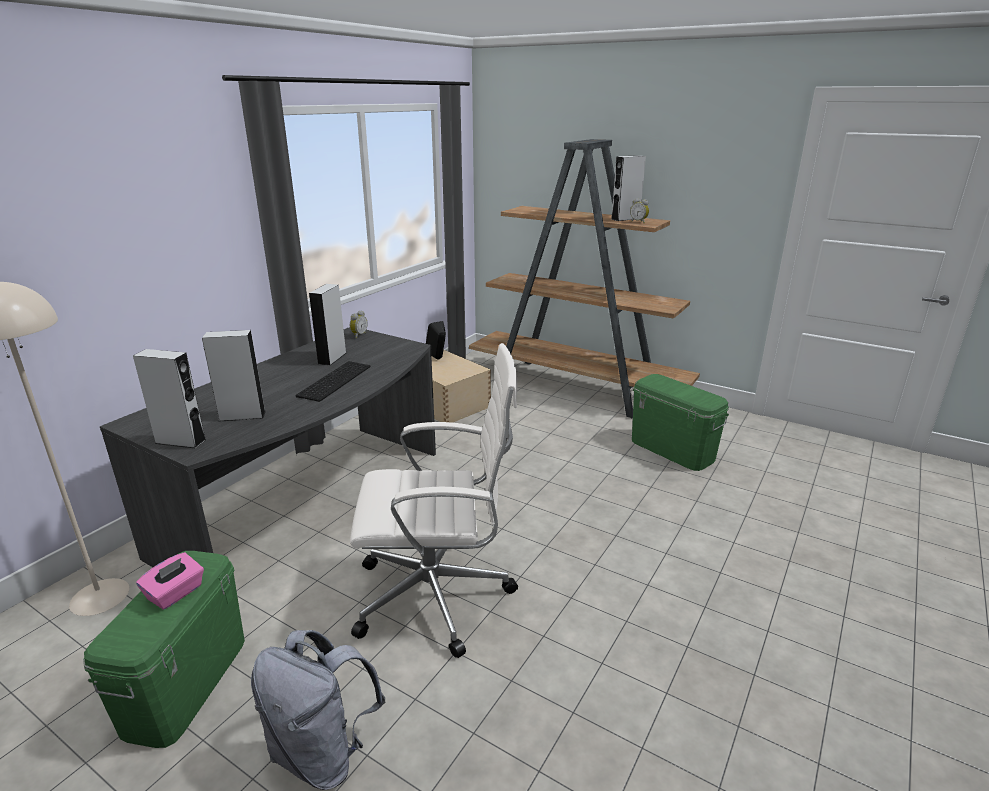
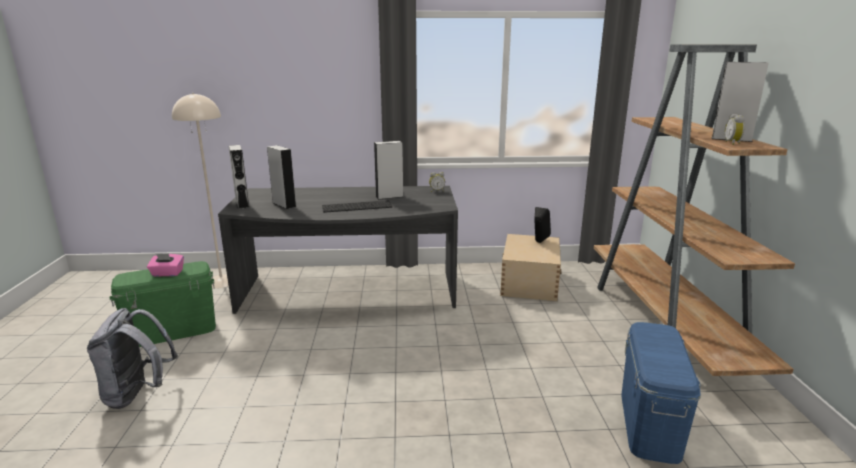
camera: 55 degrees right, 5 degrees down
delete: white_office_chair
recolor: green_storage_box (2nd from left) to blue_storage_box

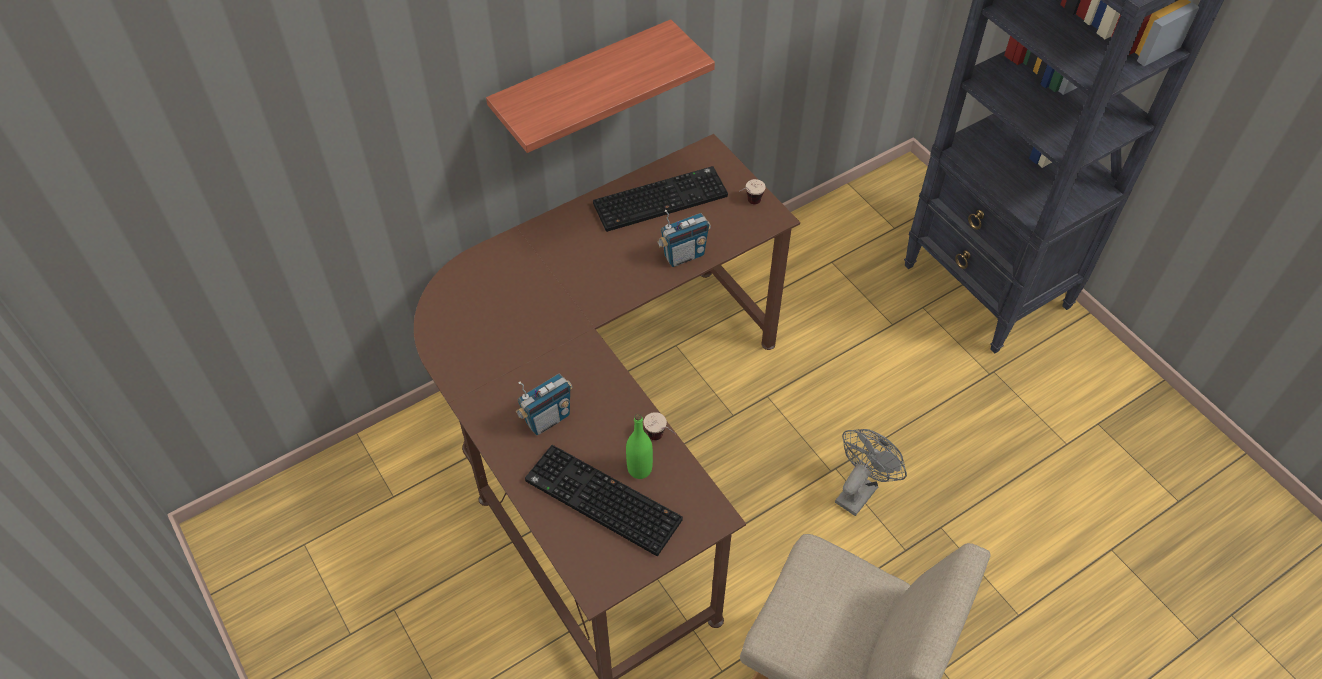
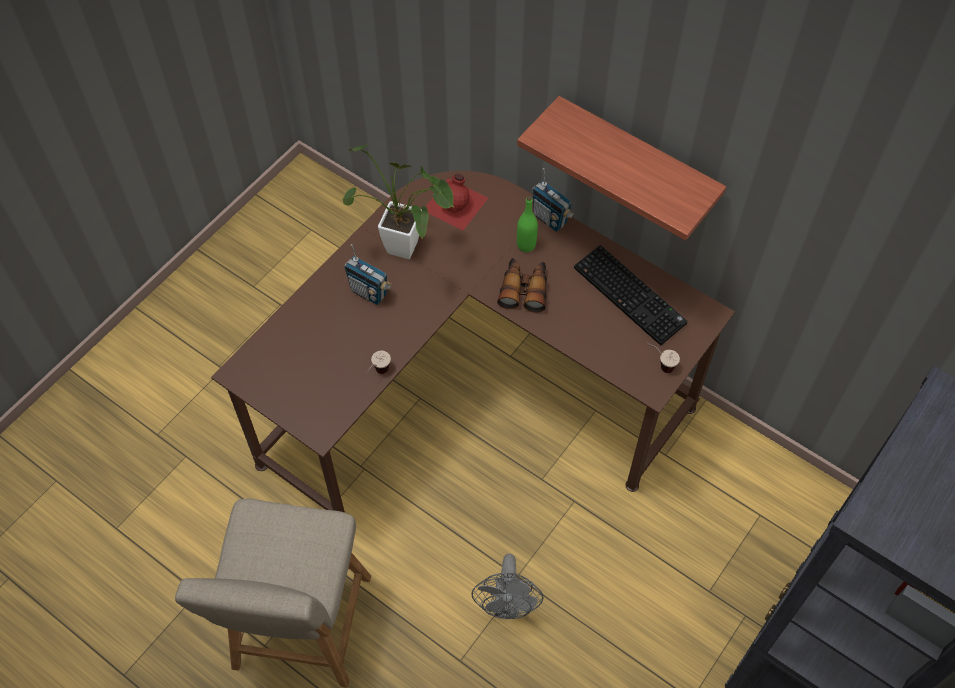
camera: 70 degrees right, 5 degrees up
delete: keyboard (1st from left)
insert: potted_plant; red_bottle; binoculars
move: green_bottle; radio (2nd from left)
rotate: grey_fan 75 degrees clockwise

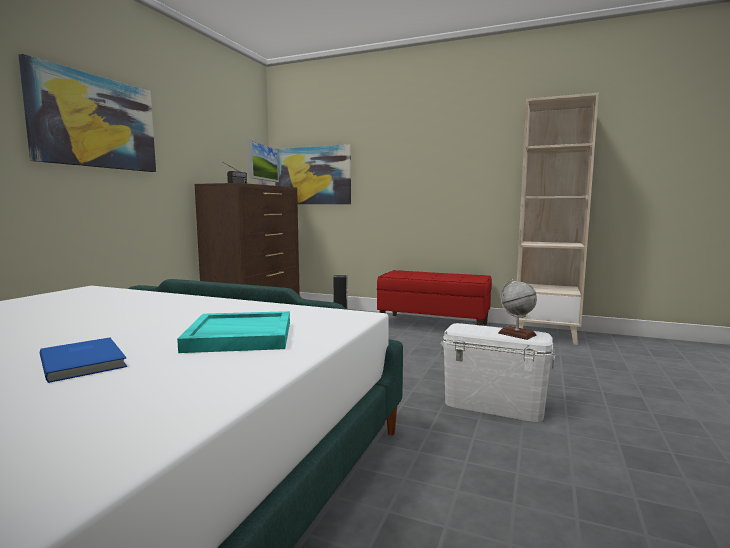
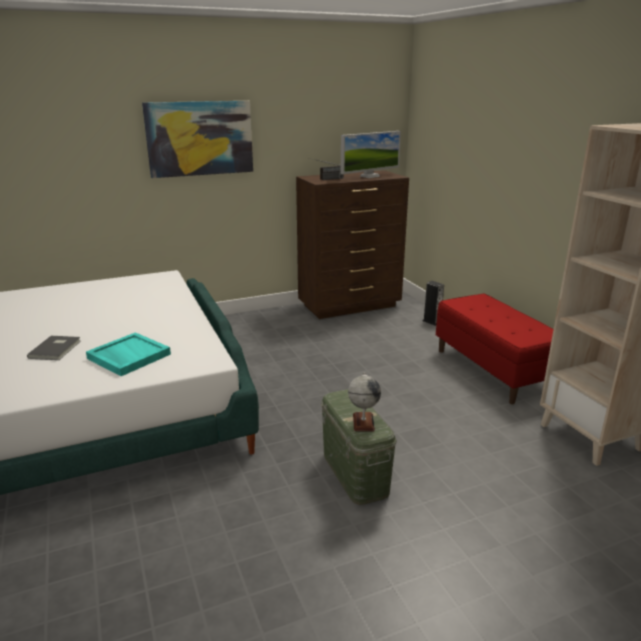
camera: 45 degrees right, 15 degrees up
delete: picture (2nd from left)
recolor: blue_book to grey_book; white_storage_box to green_storage_box

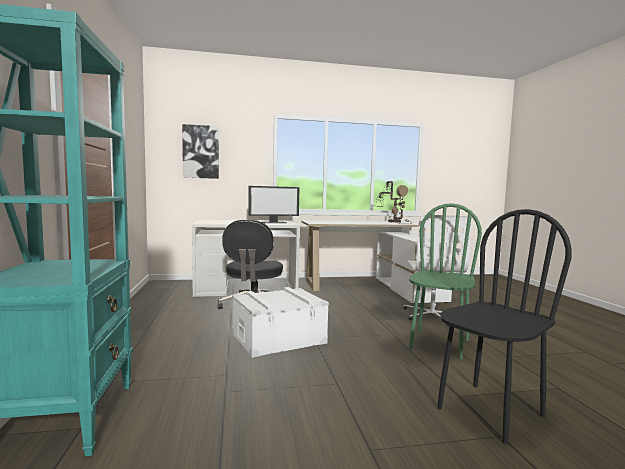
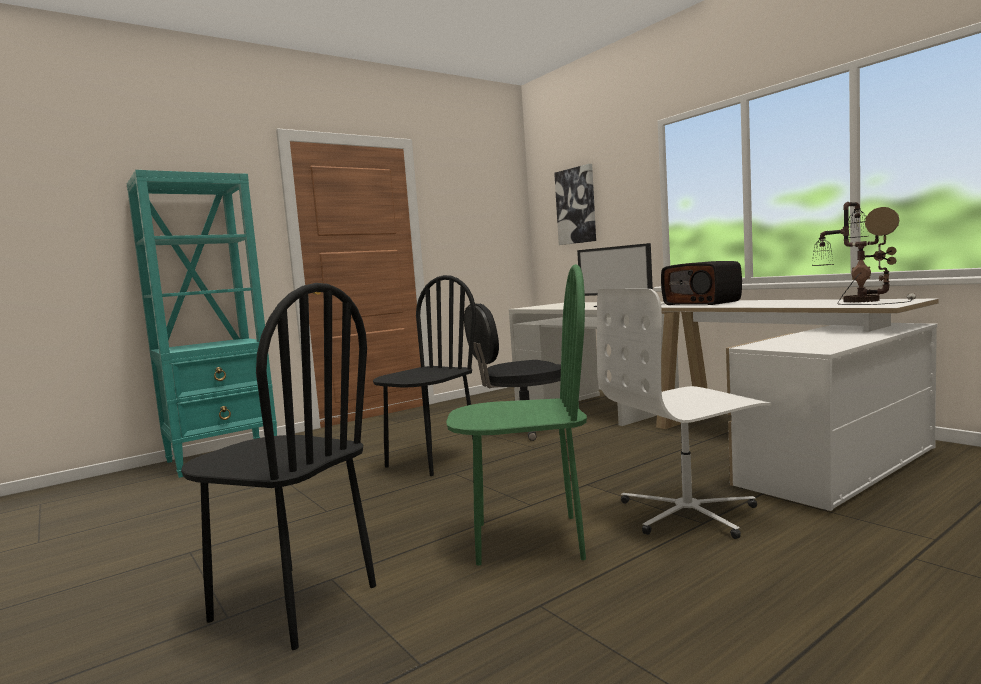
camera: 65 degrees right, 0 degrees up
insert: radio
replace: white_storage_box to black_chair (2nd from left)

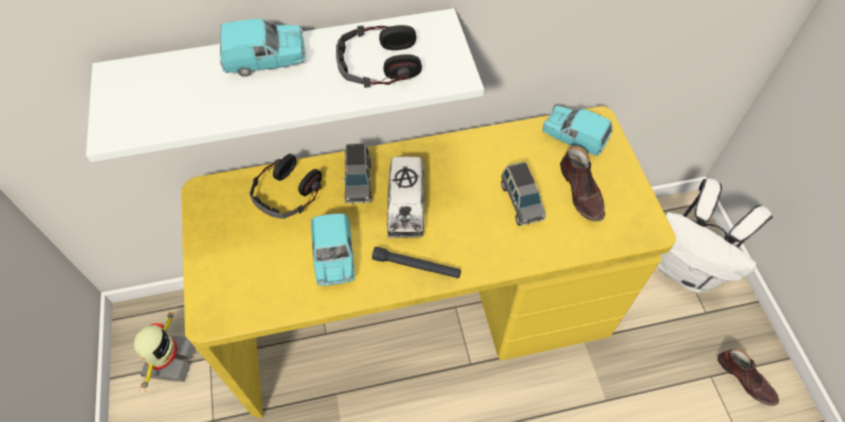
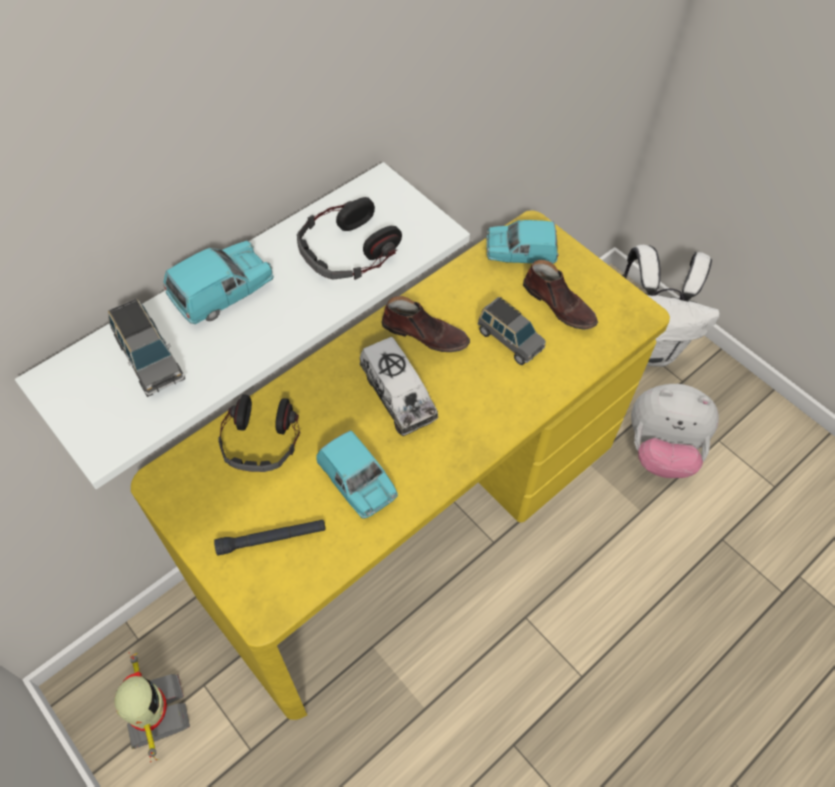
camera: 30 degrees left, 0 degrees up
insert: plush_toy
move: grey_toy_car (1st from left); black_flashlight; brown_shoe (2nd from left in the first image) to brown_shoe (1st from left)

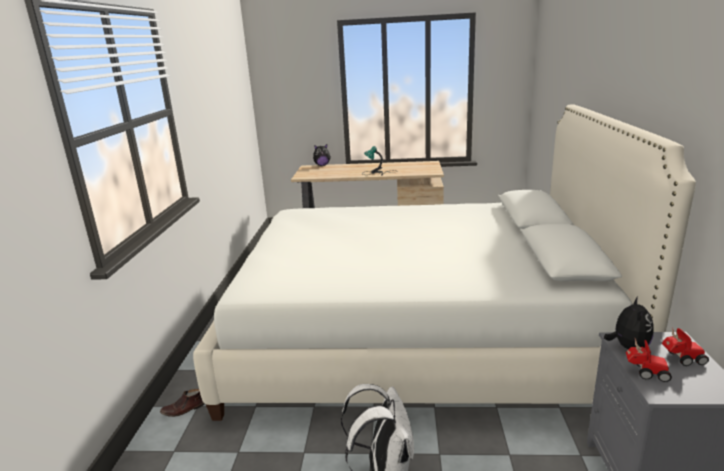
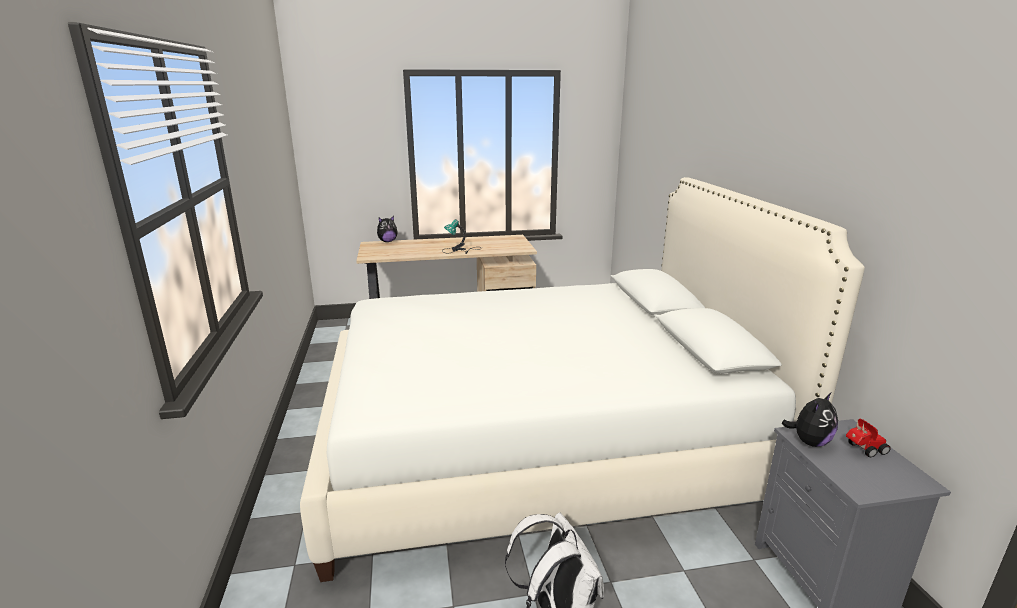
camera: 15 degrees left, 0 degrees up
delete: brown_shoe; toy_car (1st from left)
rotate: plush_toy (2nd from left) 45 degrees clockwise

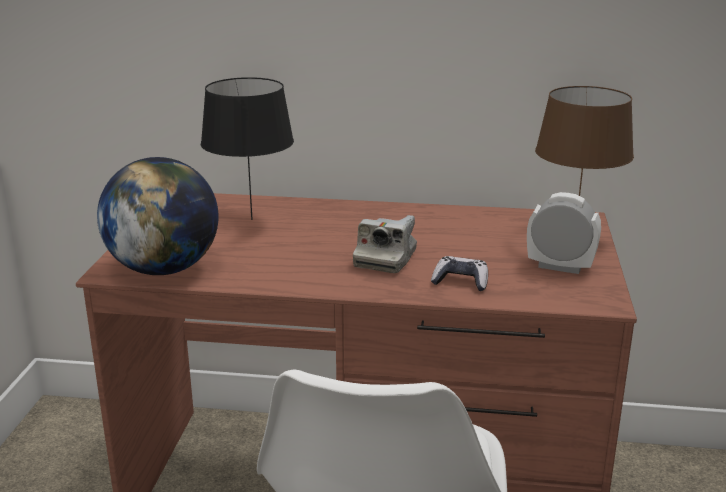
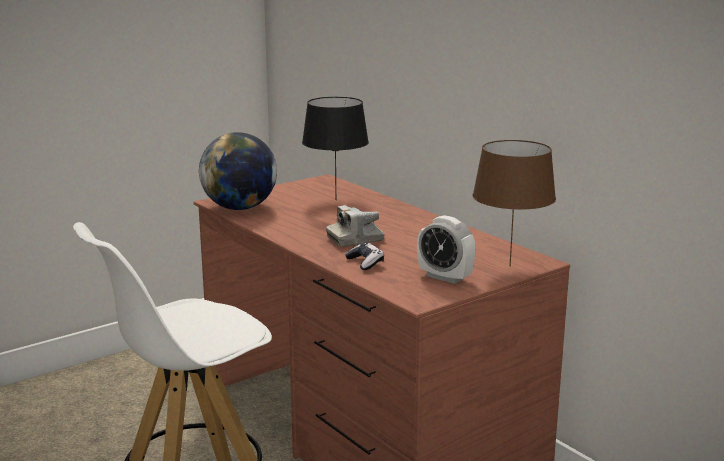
camera: 45 degrees right, 5 degrees down
rotate: alarm_clock 150 degrees clockwise

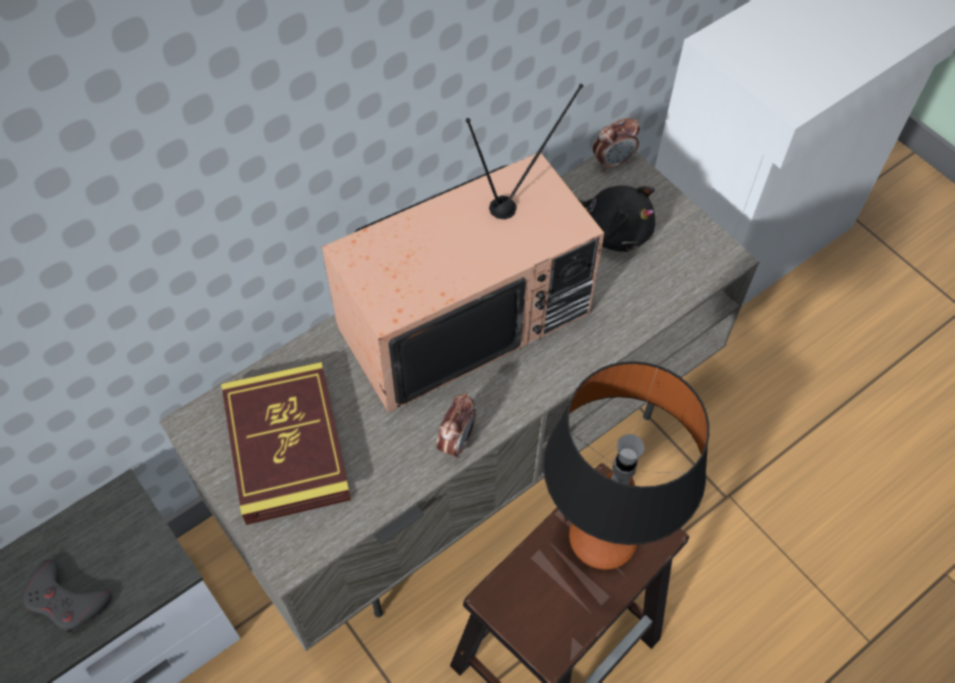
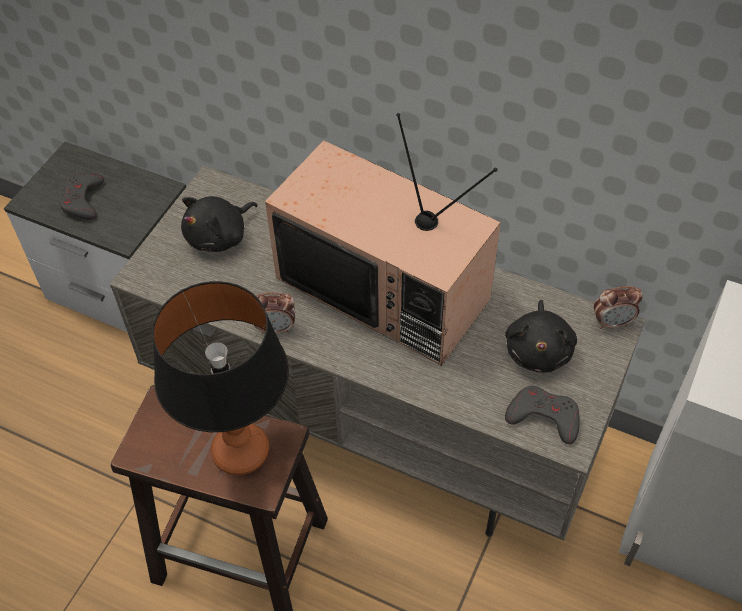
camera: 65 degrees right, 5 degrees down
insert: grey_game_controller (2nd from left)
replace: book to black_plush_toy (1st from left)
rotate: alarm_clock (2nd from left) 45 degrees counterclockwise

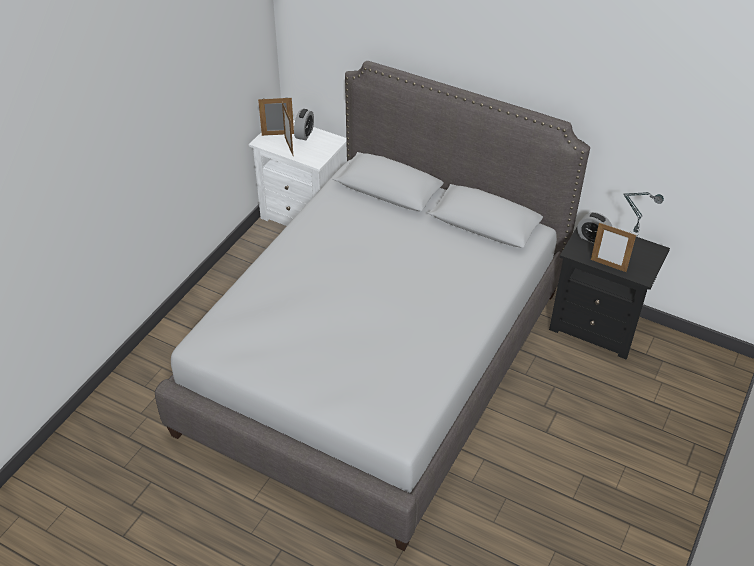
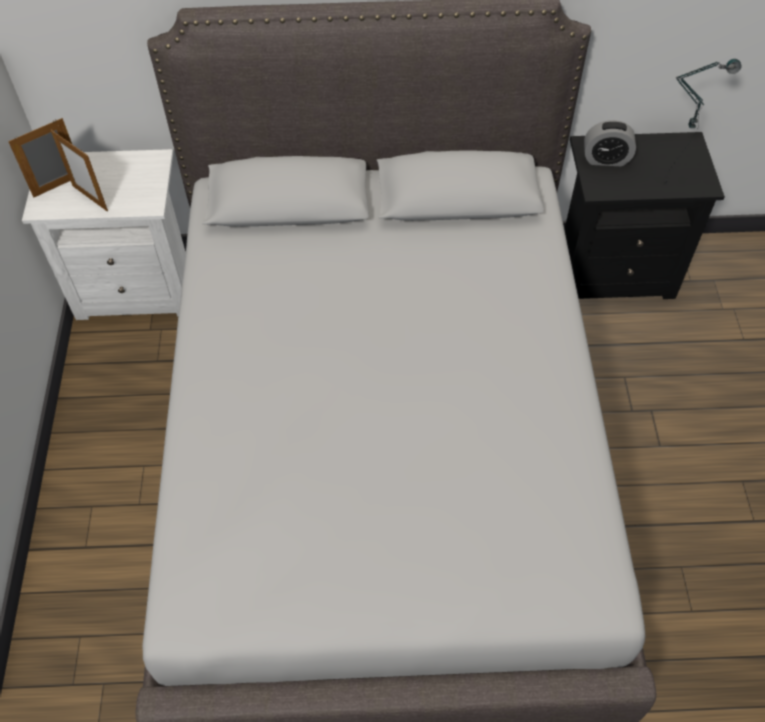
camera: 30 degrees left, 10 degrees up
delete: alarm_clock (1st from left); picture_frame (3rd from left)

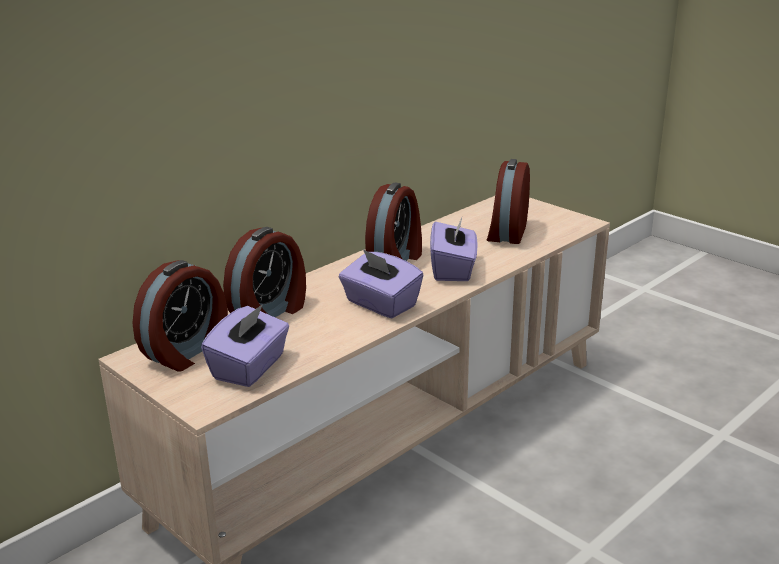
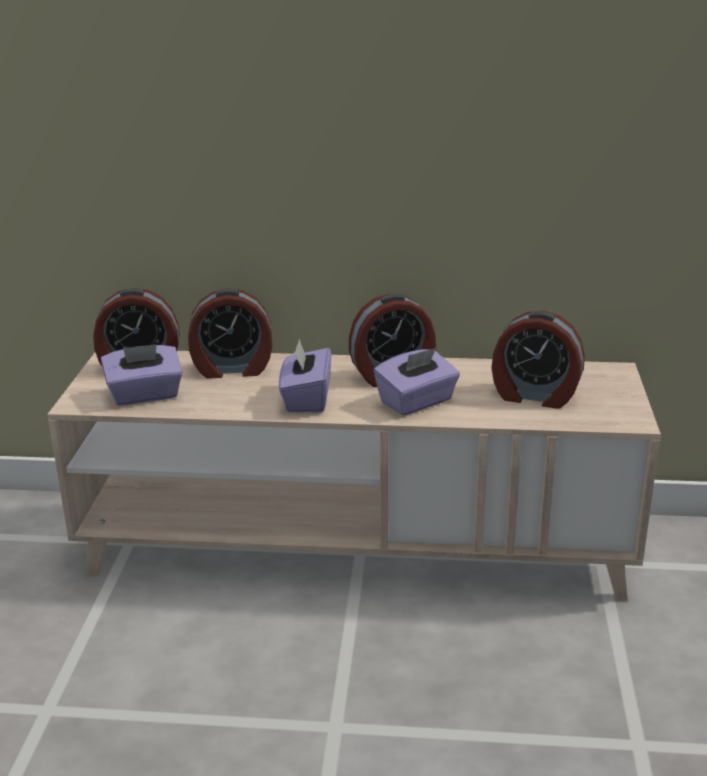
camera: 50 degrees right, 0 degrees up
rotate: alarm_clock (4th from left) 135 degrees counterclockwise

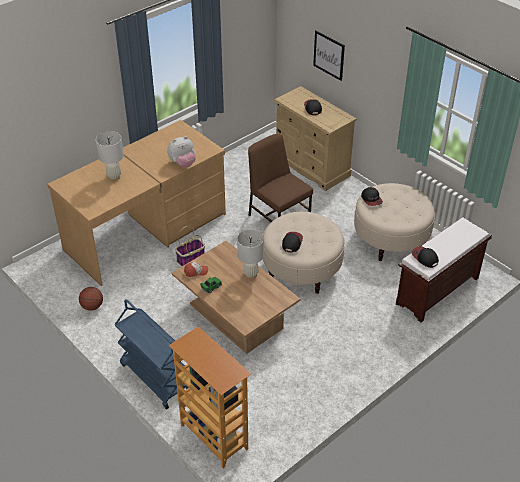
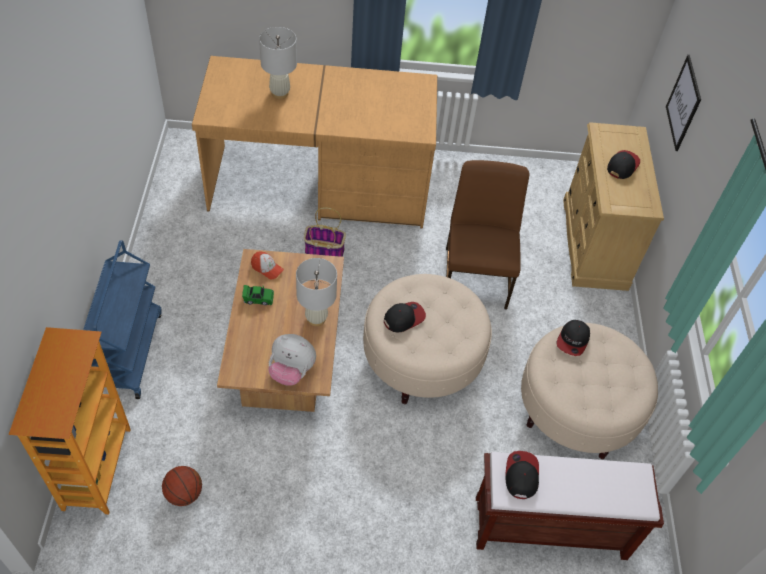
camera: 40 degrees right, 10 degrees up
move: basketball; plush_toy

